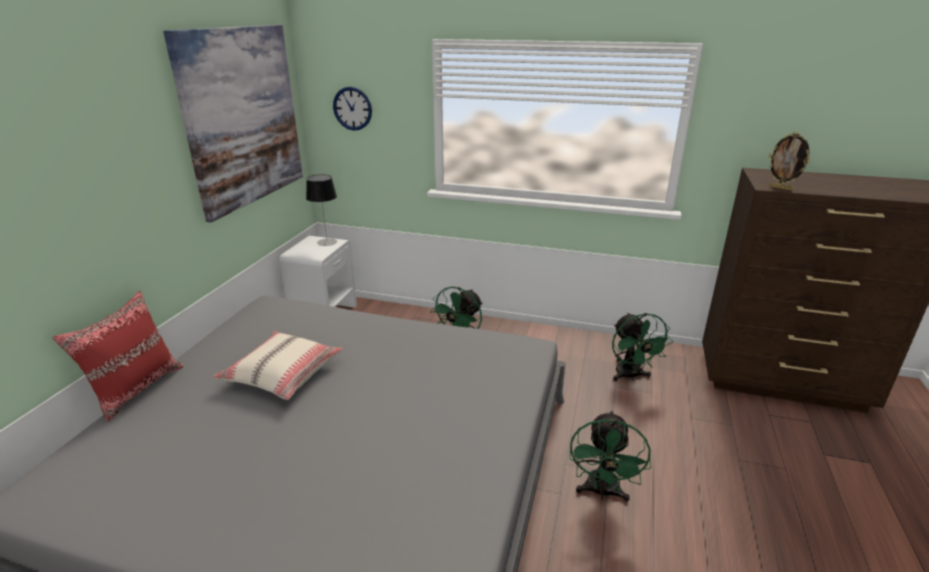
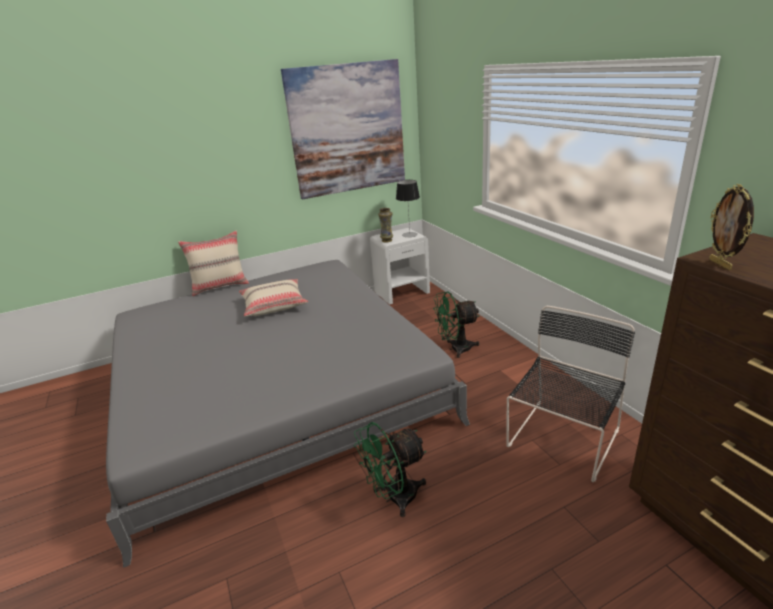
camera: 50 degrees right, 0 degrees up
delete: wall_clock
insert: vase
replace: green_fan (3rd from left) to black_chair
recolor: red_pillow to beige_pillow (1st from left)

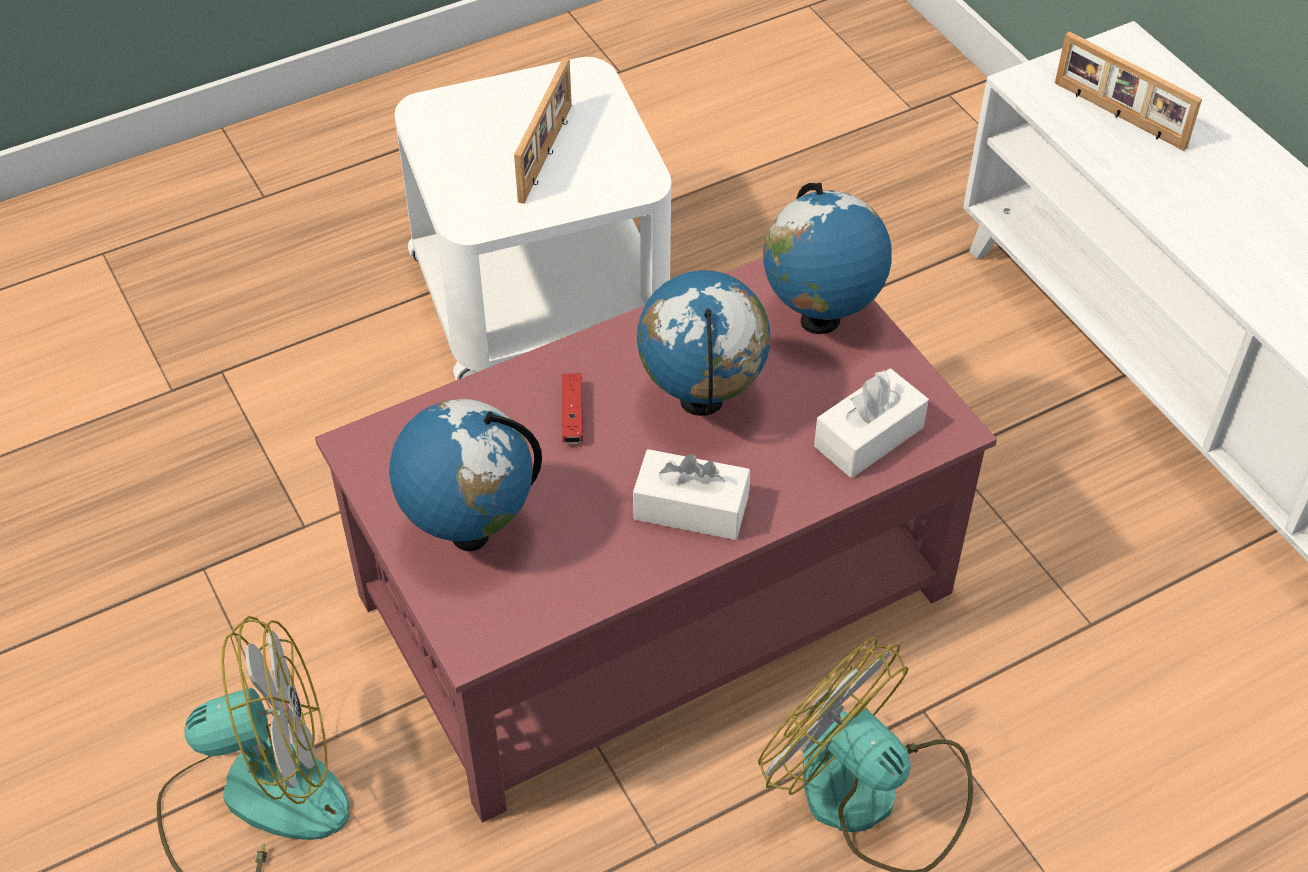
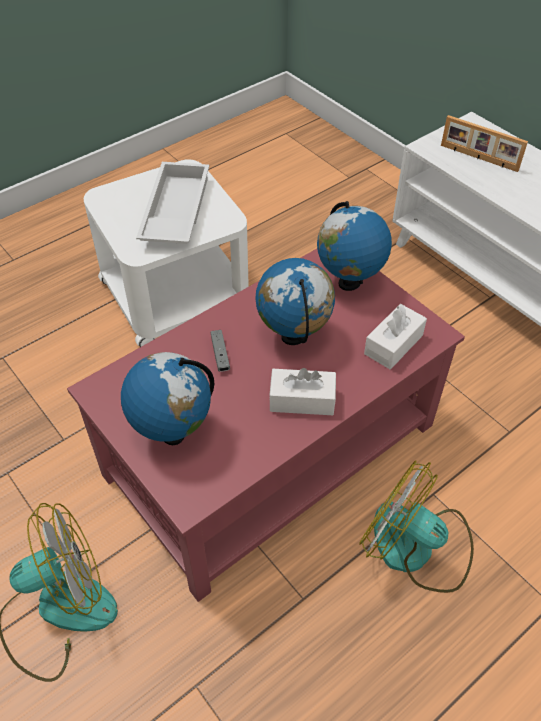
camera: 10 degrees left, 0 degrees up
replace: picture_frame (1st from left) to white_tray
recolor: red_game_controller to grey_game_controller

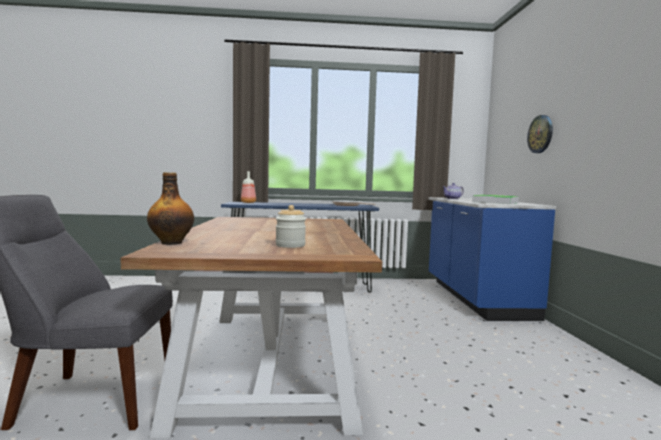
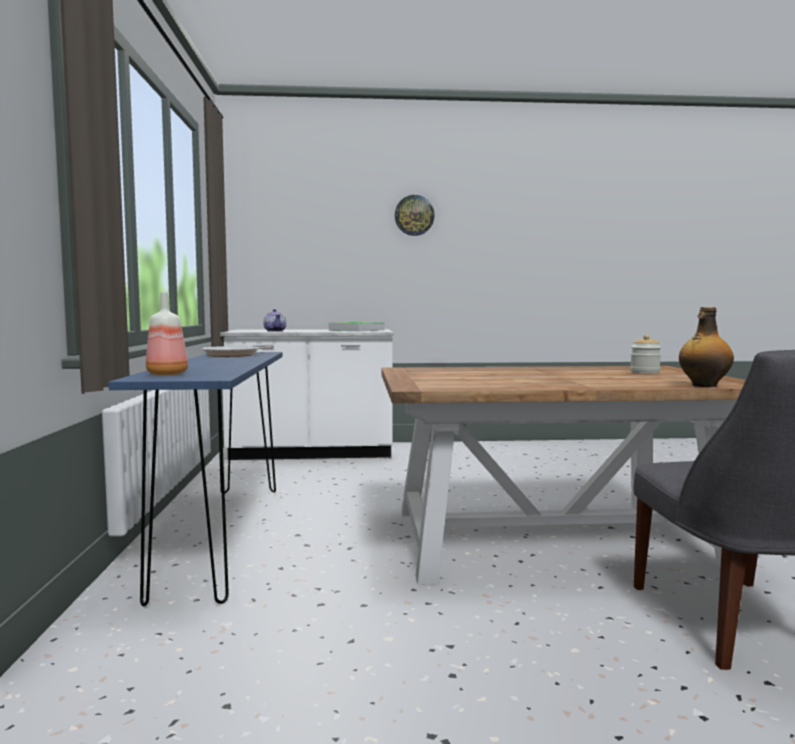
camera: 90 degrees left, 0 degrees up
move: wall_clock
recolor: blue_counter to white_counter

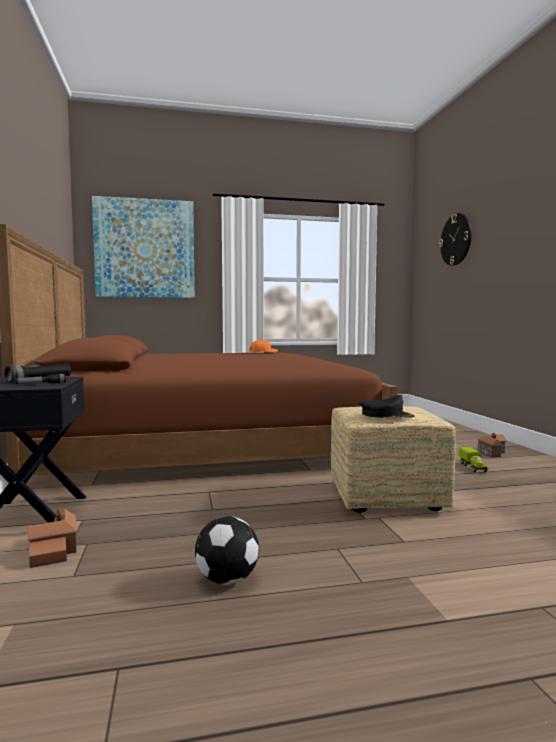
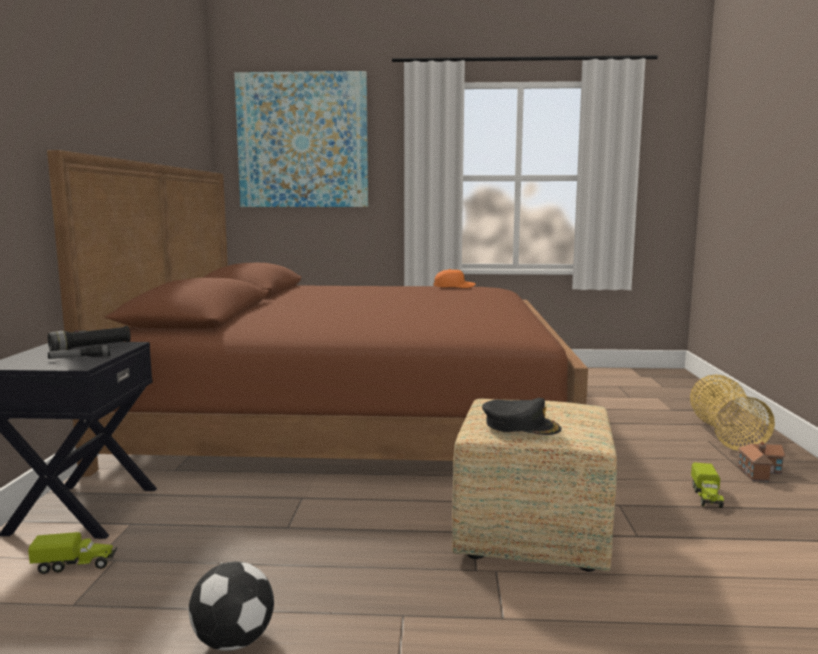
camera: 15 degrees right, 5 degrees up
delete: wall_clock
insert: basket
replace: toy_house (1st from left) to toy_truck (1st from left)

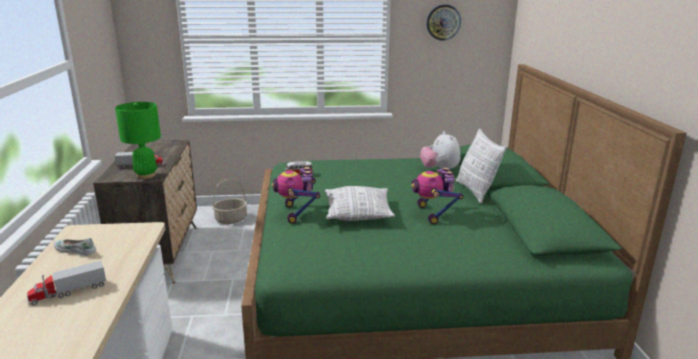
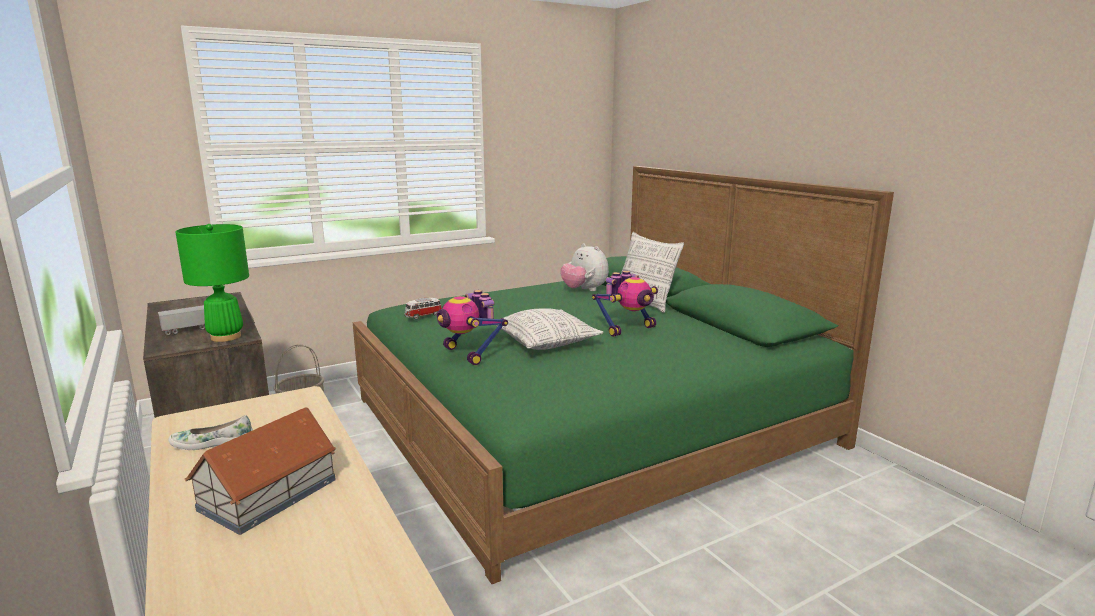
camera: 25 degrees left, 5 degrees down
delete: wall_clock
replace: toy_truck (1st from left) to toy_house
rotate: toy_robot (2nd from left) 90 degrees counterclockwise

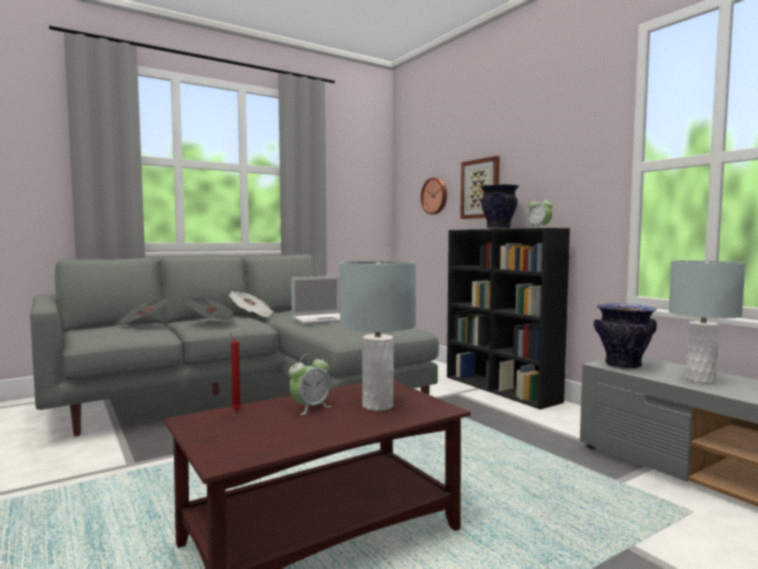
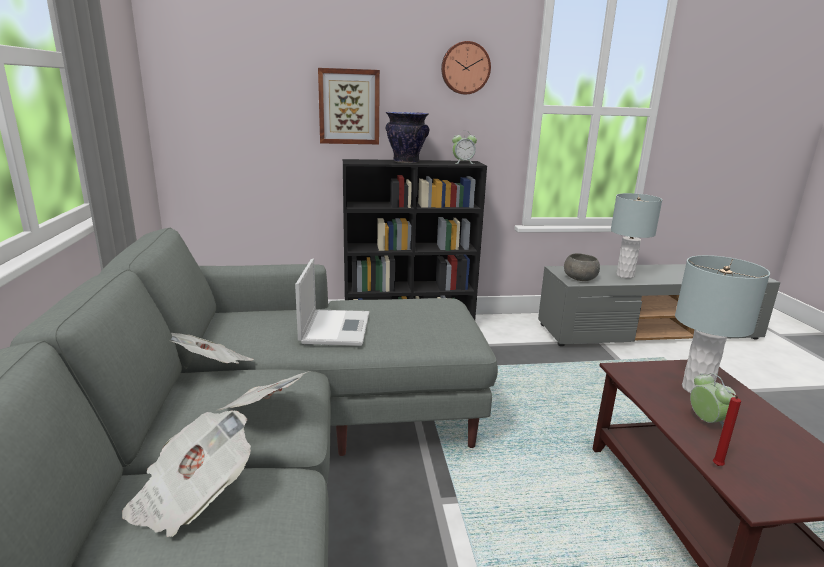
camera: 65 degrees left, 15 degrees up
move: wall_clock
replace: vase (2nd from left) to grey_bowl

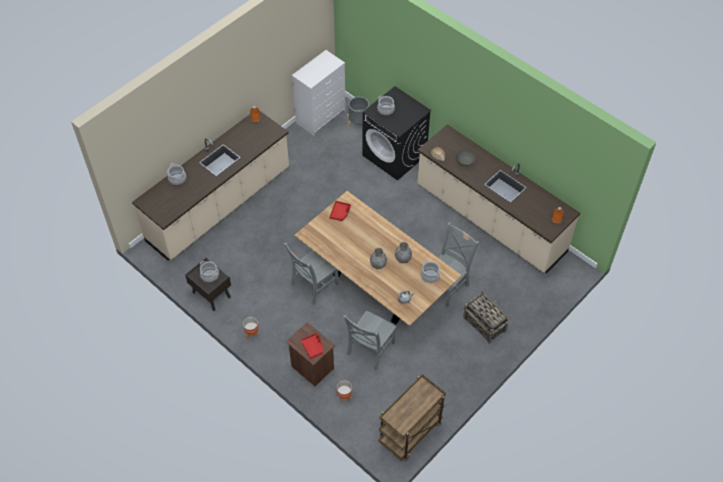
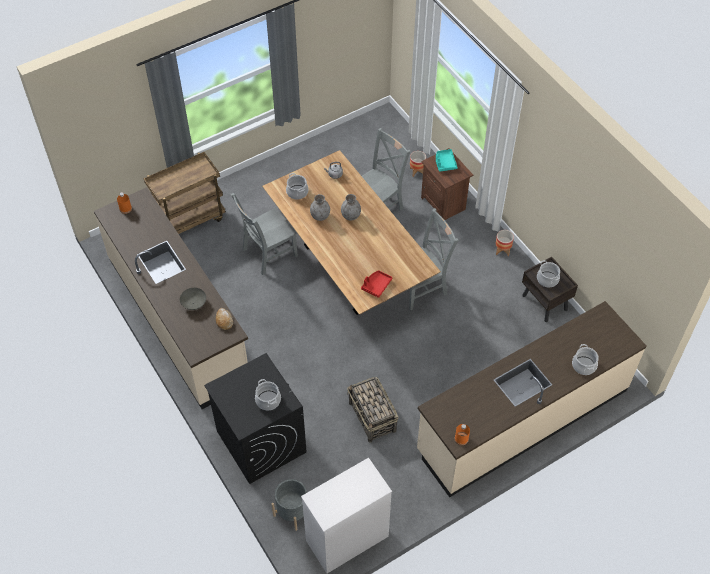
camera: 165 degrees left, 0 degrees up
move: brown_cart; basket
recolor: red_tray (1st from left) to turquoise_tray

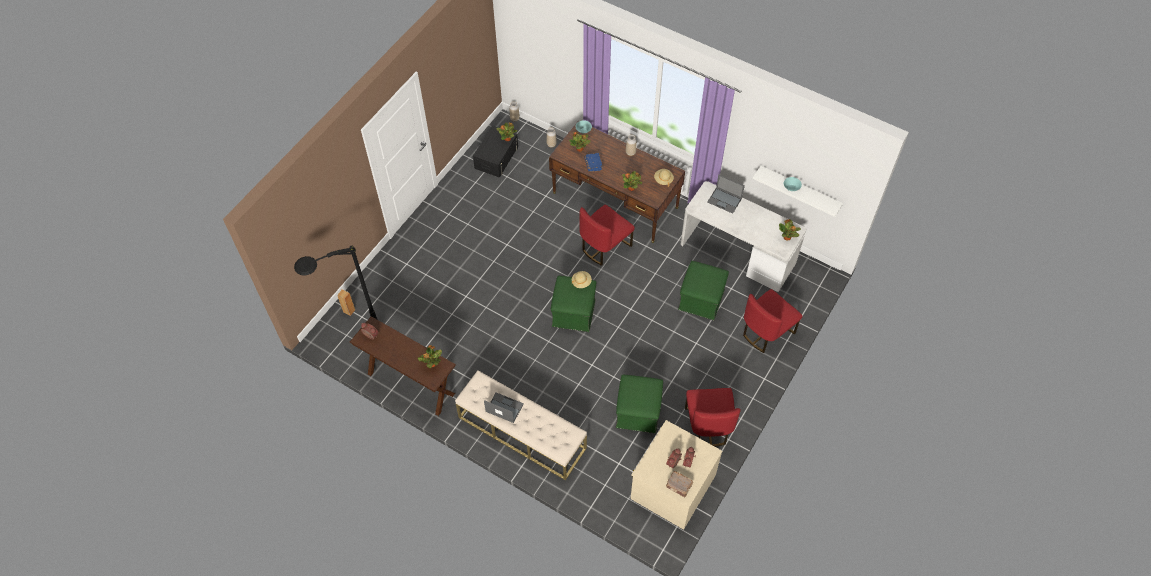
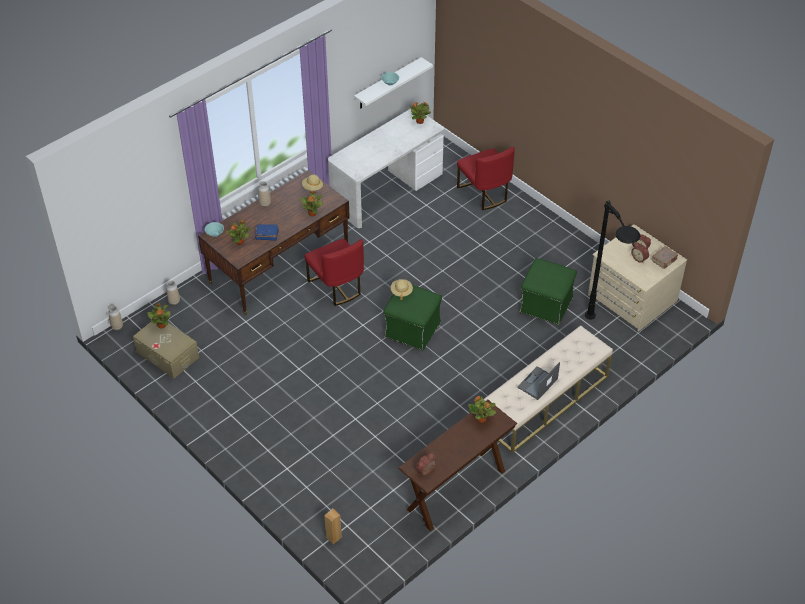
camera: 75 degrees left, 10 degrees down
delete: green_ottoman (3rd from left); red_chair (2nd from left); laptop (2nd from left)
move: black_floor_lamp
recolor: black_storage_box to beige_storage_box

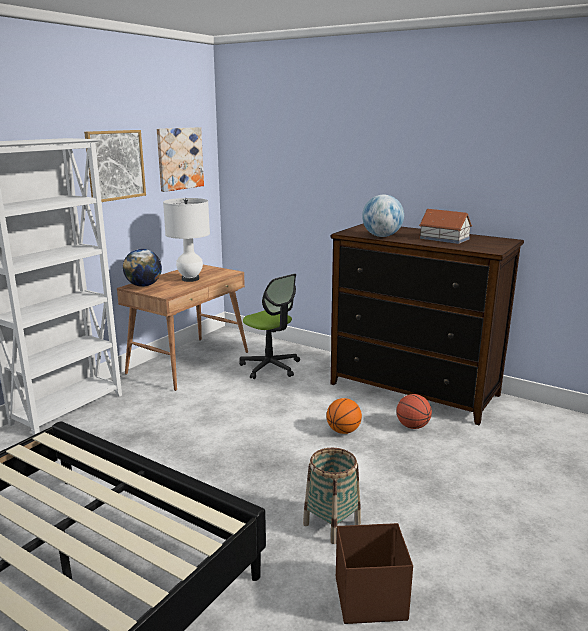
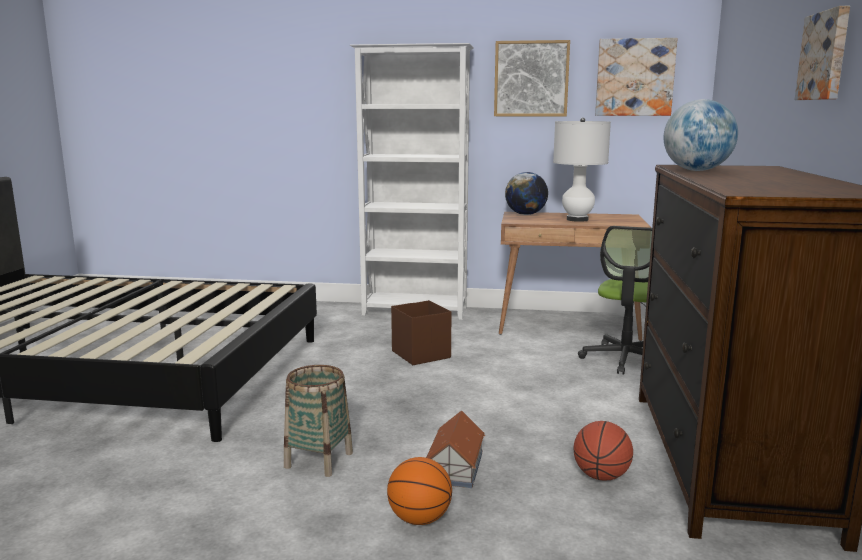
camera: 65 degrees right, 5 degrees down
insert: picture (3rd from left)
move: basketball (1st from left); brown_storage_box; toy_house

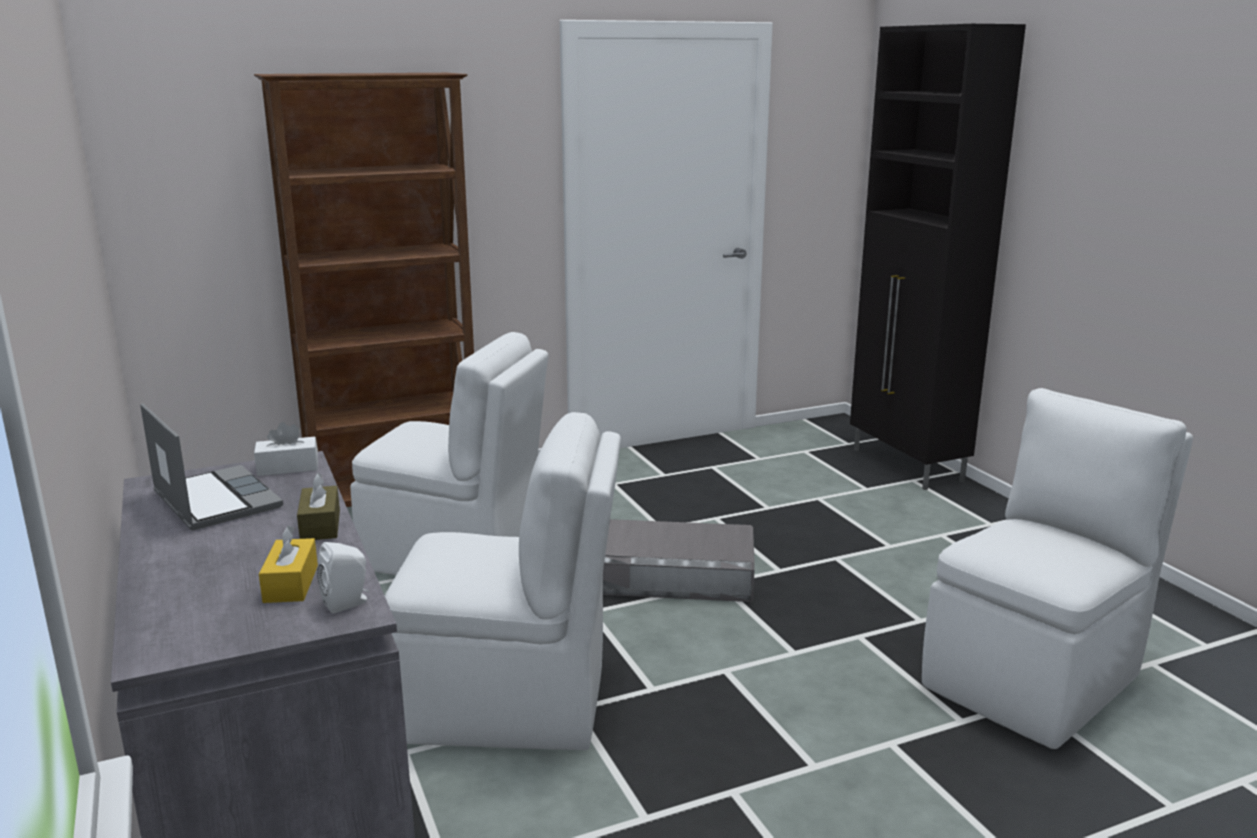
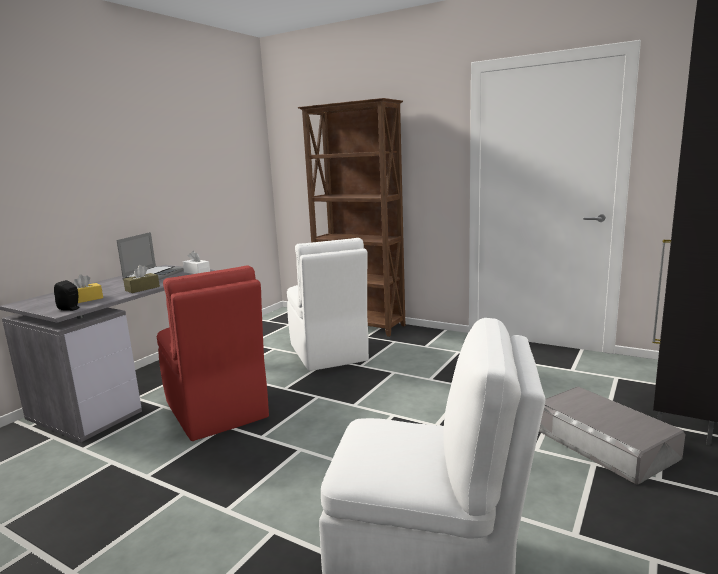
camera: 55 degrees right, 5 degrees down
move: grey_storage_box
recolor: white_speaker to black_speaker; white_chair (2nd from left) to red_chair

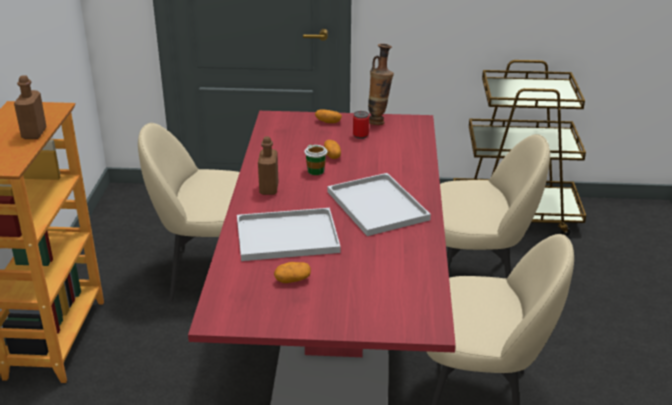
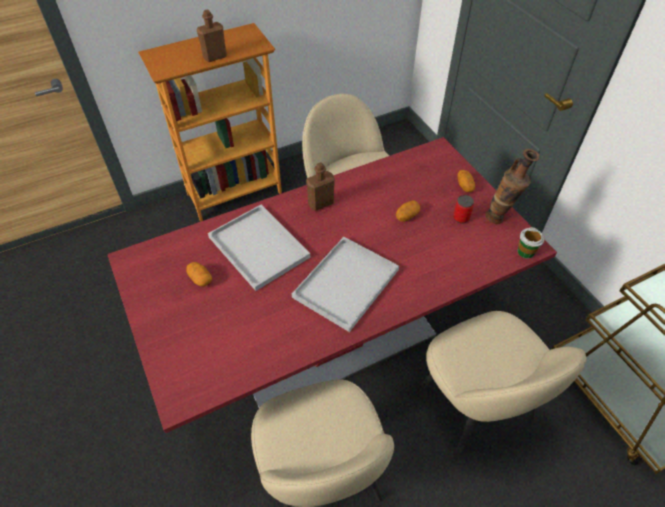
camera: 60 degrees right, 20 degrees up
move: cup

